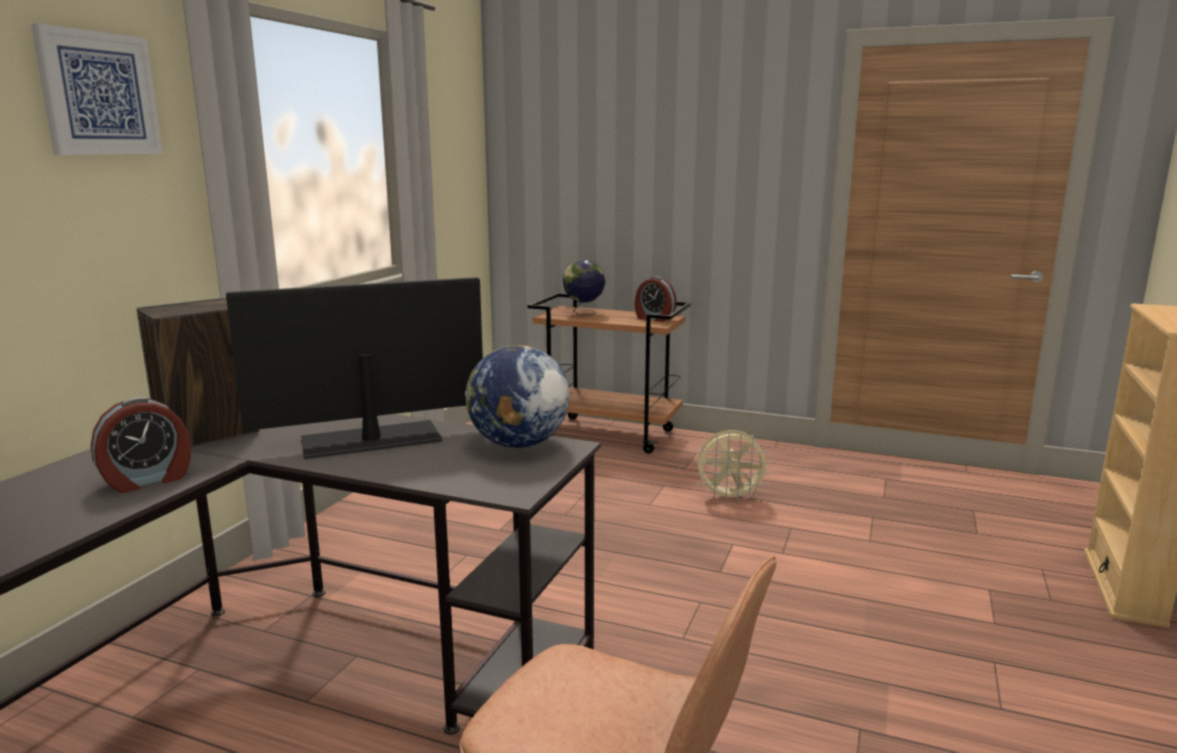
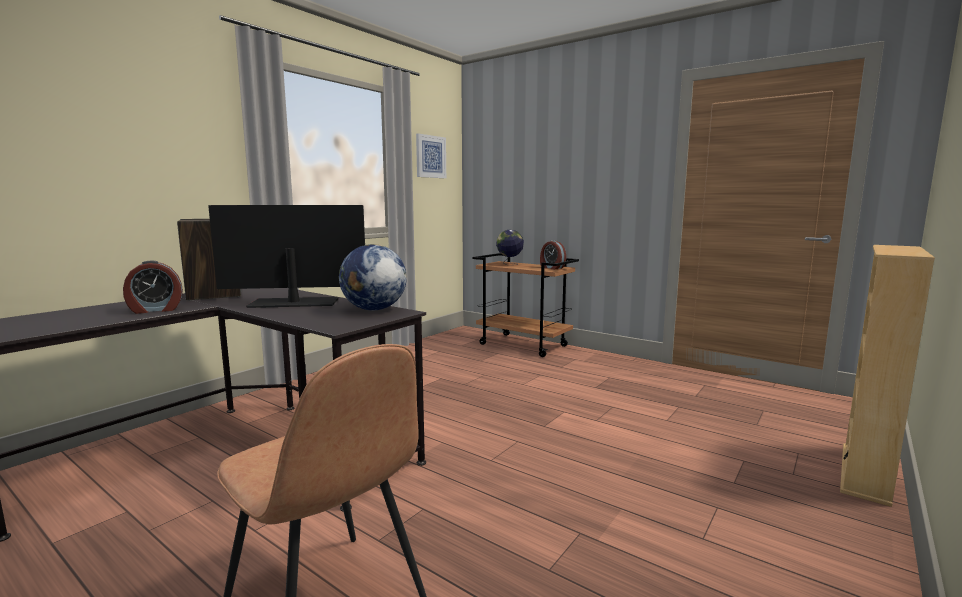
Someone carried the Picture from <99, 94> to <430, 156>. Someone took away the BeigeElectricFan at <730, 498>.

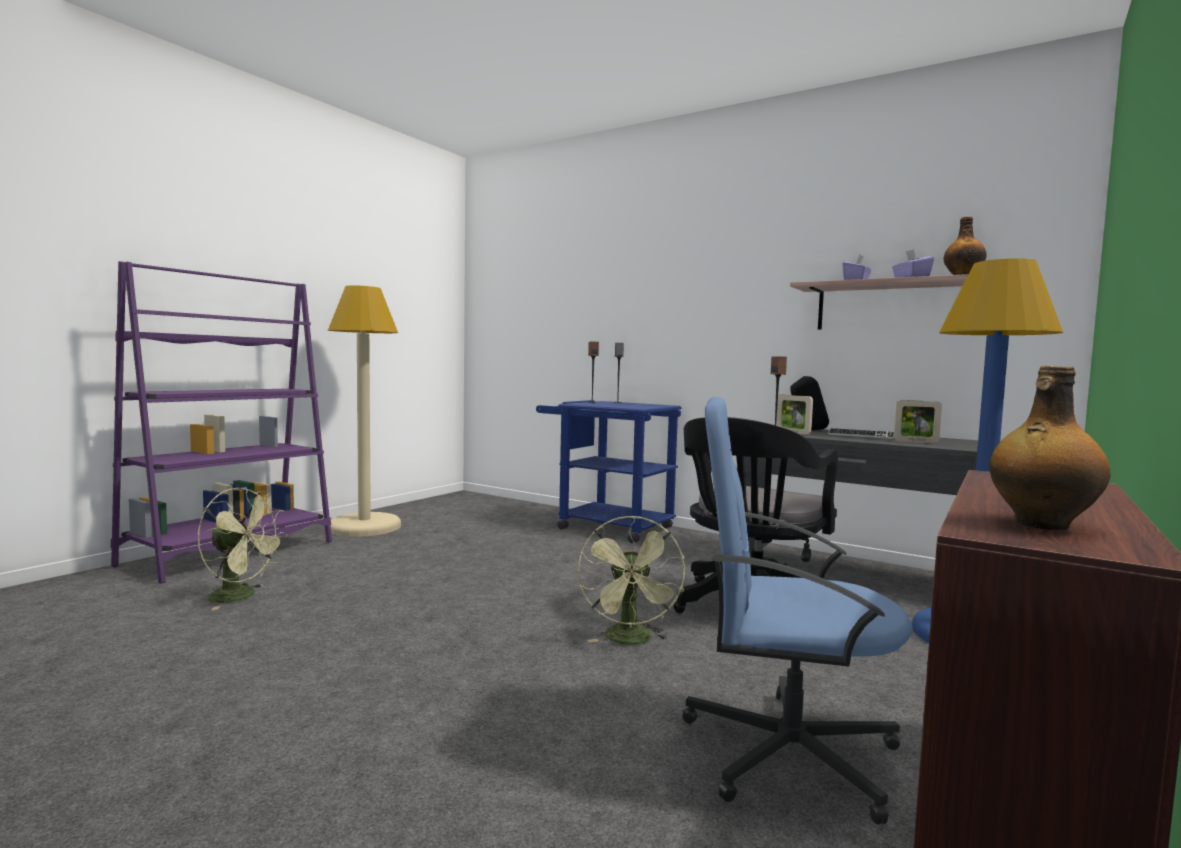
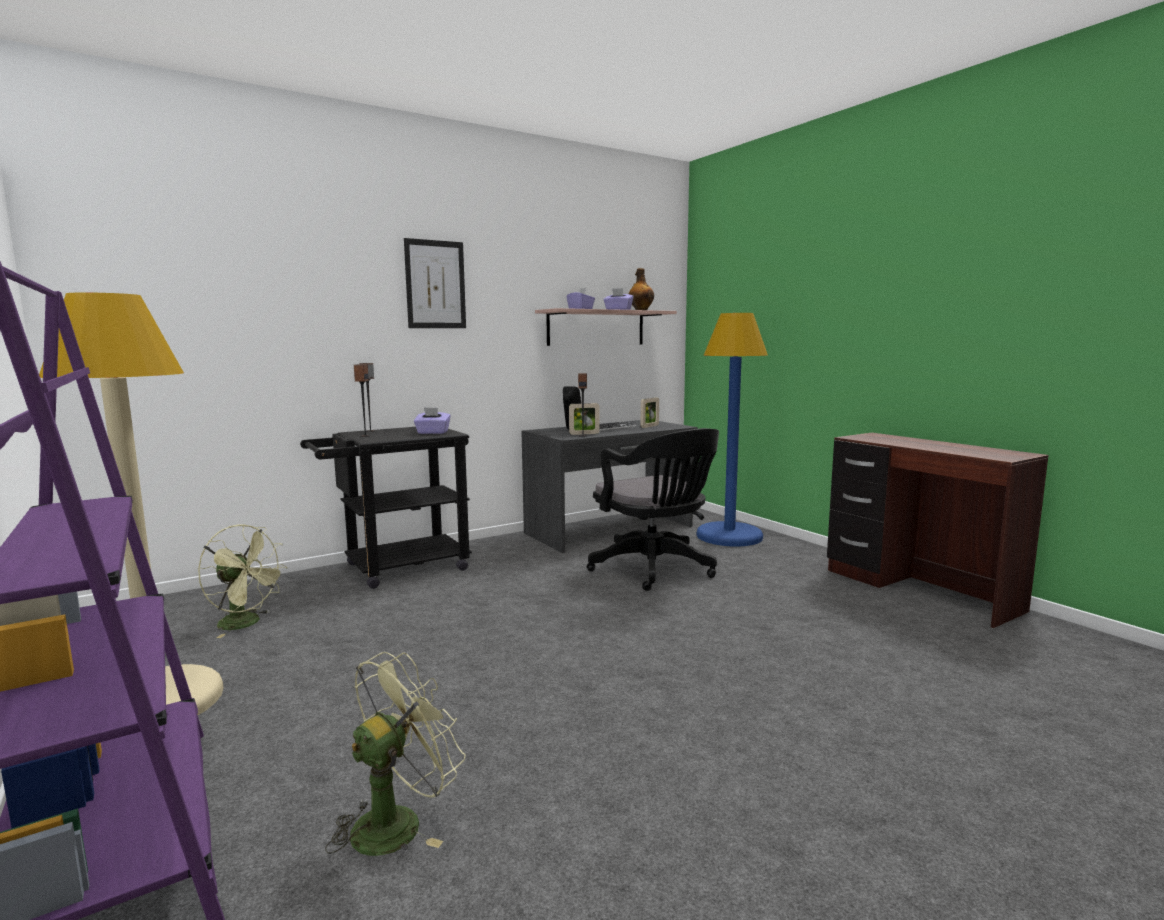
Someone carried the GreenElectricFan from <631, 641> to <247, 624>. Someone repainted the BluishCart at <606, 526>, which became the BlackColouredCart at <396, 569>. Someone put up the Picture at <435, 284>. Someone put down the PurplishTissueBox at <432, 432>. Someone took away the BluishComputerChair at <785, 751>. Someone took away the DrinkBottle at <1040, 524>.

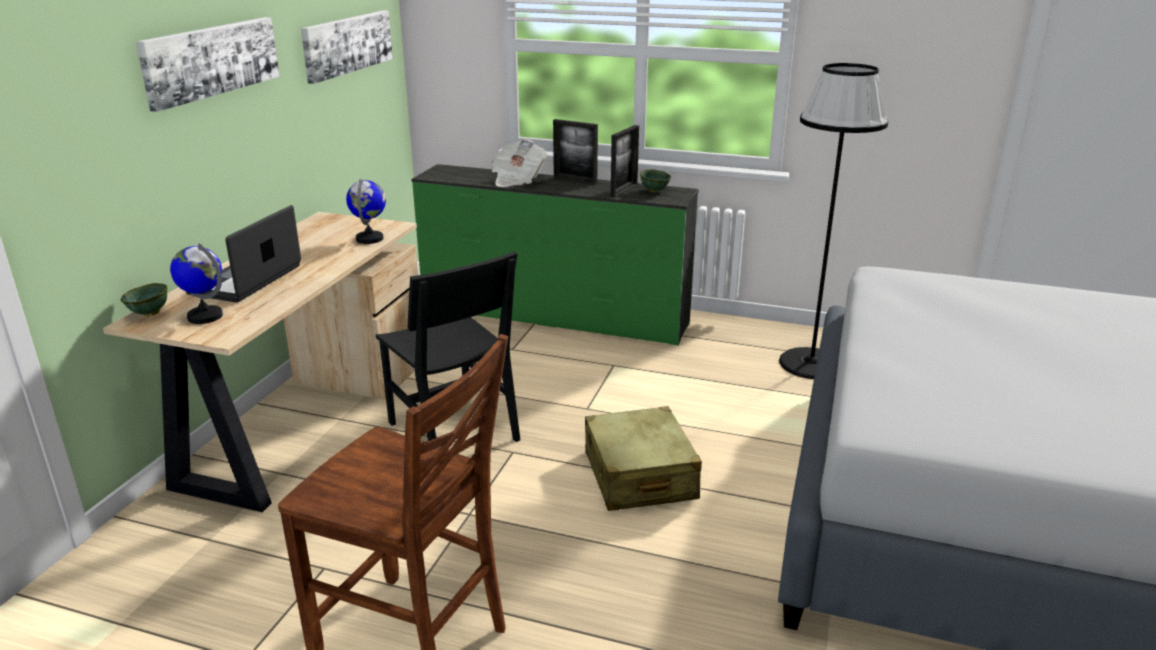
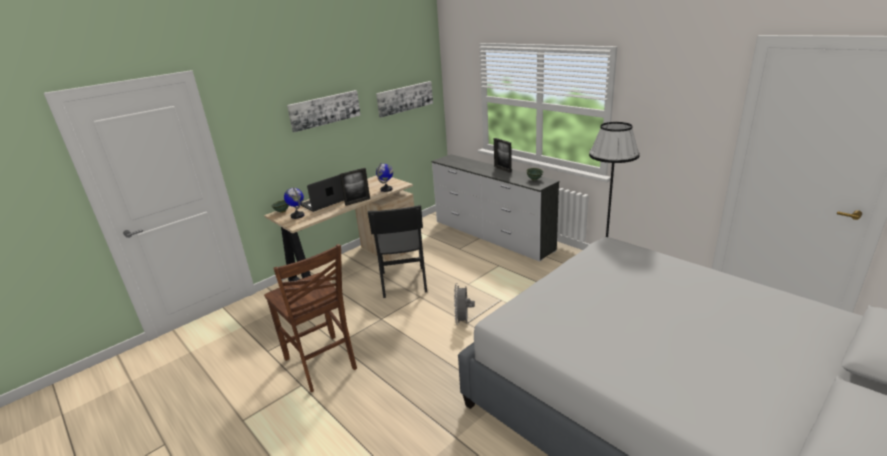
Someone carried the PhotoFrame from <624, 190> to <357, 202>. Someone repainted the GreenDrawerChest at <554, 316>, which became the WhitishDrawerChest at <492, 235>. Someone swapped the BeigeTravelCase at <639, 476> for the GreyishElectricFan at <463, 321>. Someone took away the Newspaper at <517, 179>.

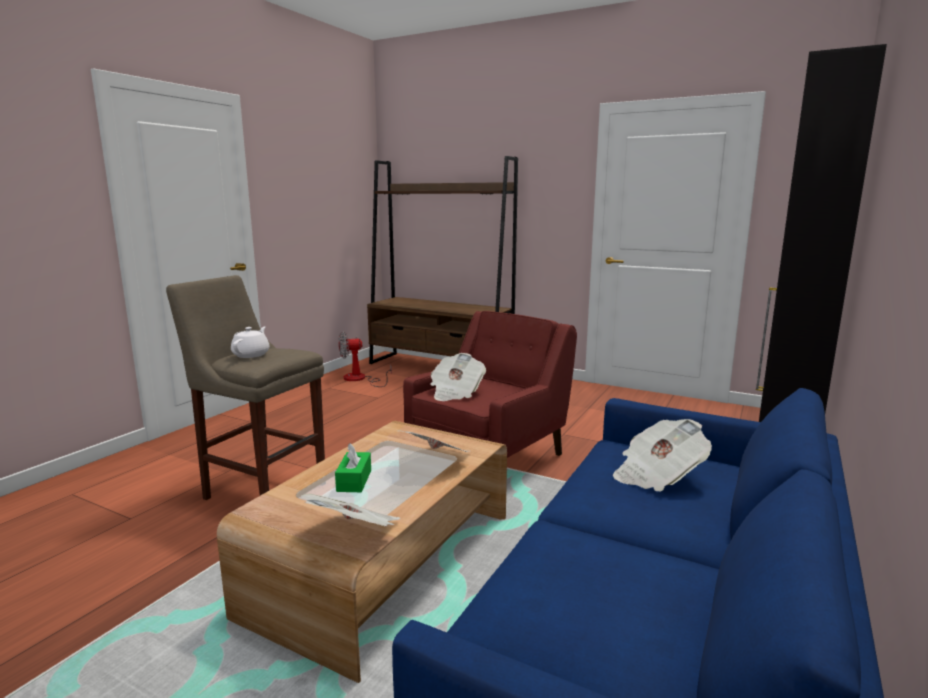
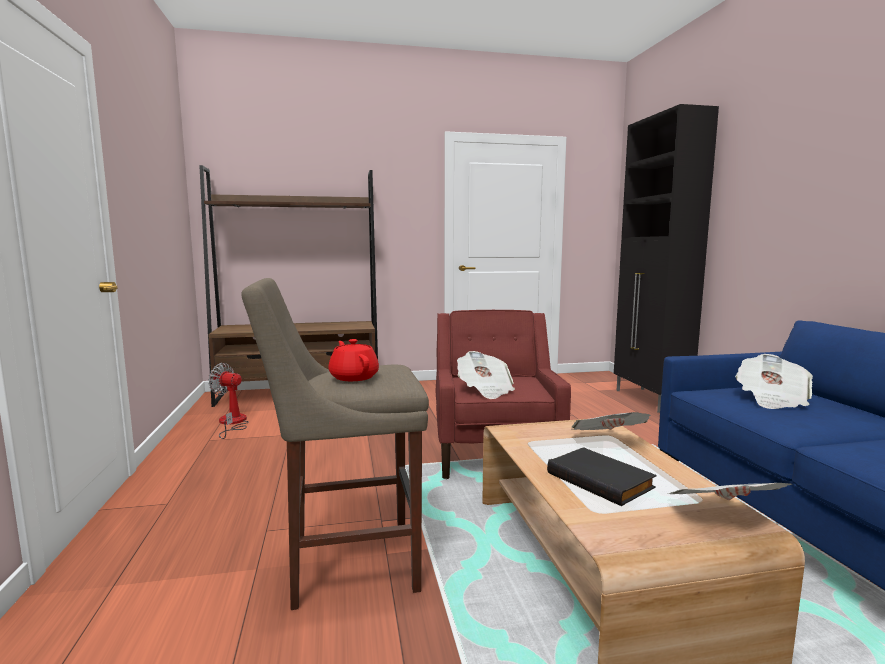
Someone rotated the ElectricFan at <360, 379> by 75 degrees clockwise. Someone repainted the WhitishPotForTea at <251, 354>, which became the RedColouredPotForTea at <354, 377>. Someone swapped the GreenTissueBox at <354, 480> for the BlackColouredBoundBook at <601, 480>.

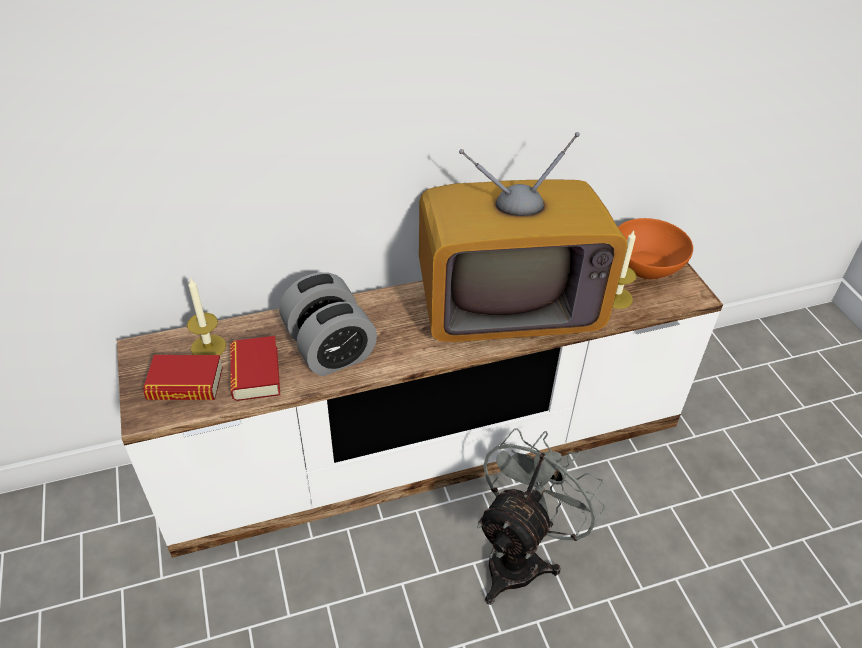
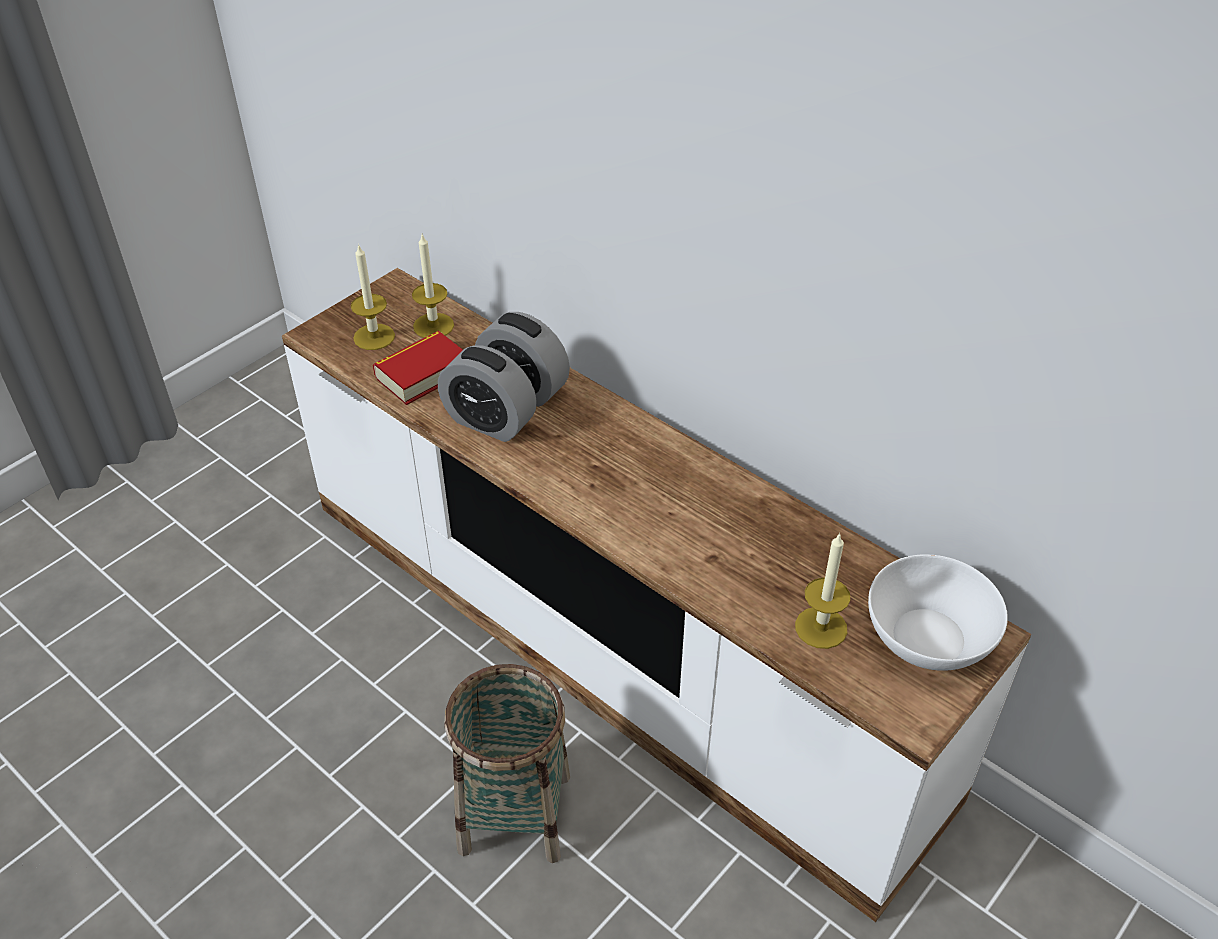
Someone swapped the BoundBook at <185, 384> for the Candle at <374, 337>. Someone swapped the GreyishElectricFan at <520, 556> for the Basket at <514, 812>. Someone repainted the OrangeServingBowl at <646, 265>, which became the WhitishServingBowl at <927, 638>. Someone took away the Television at <507, 304>.

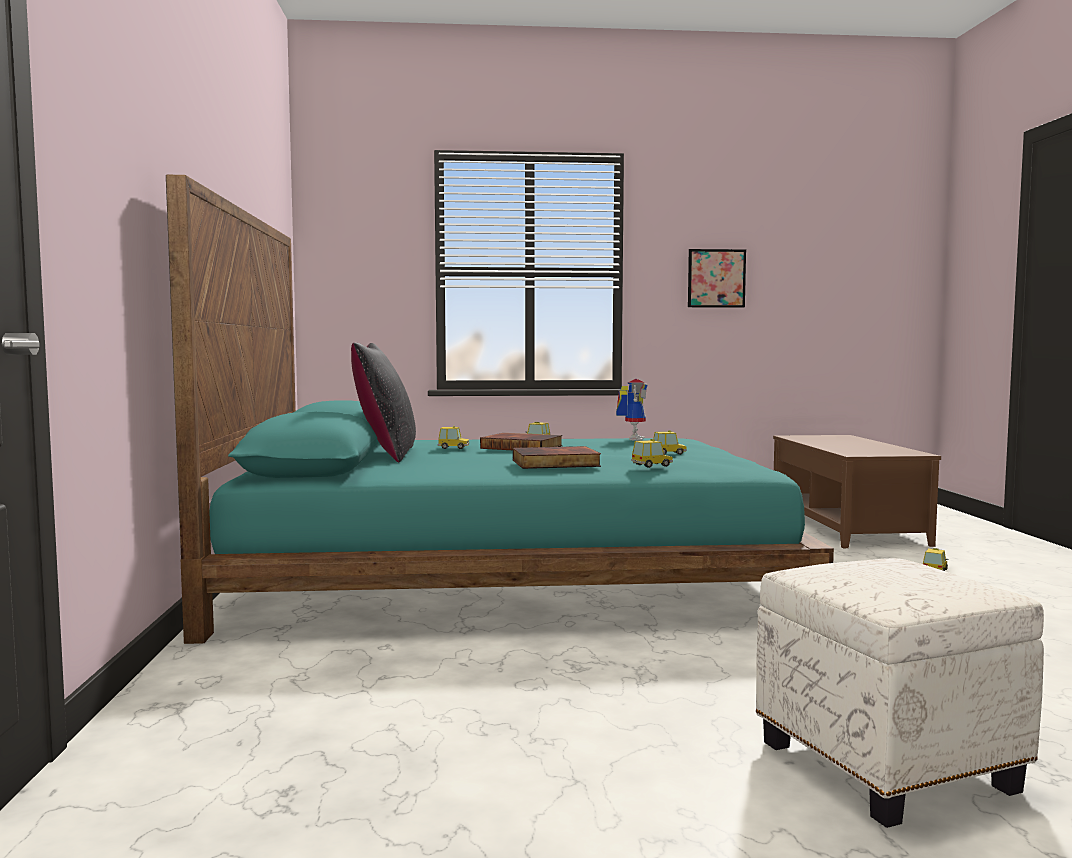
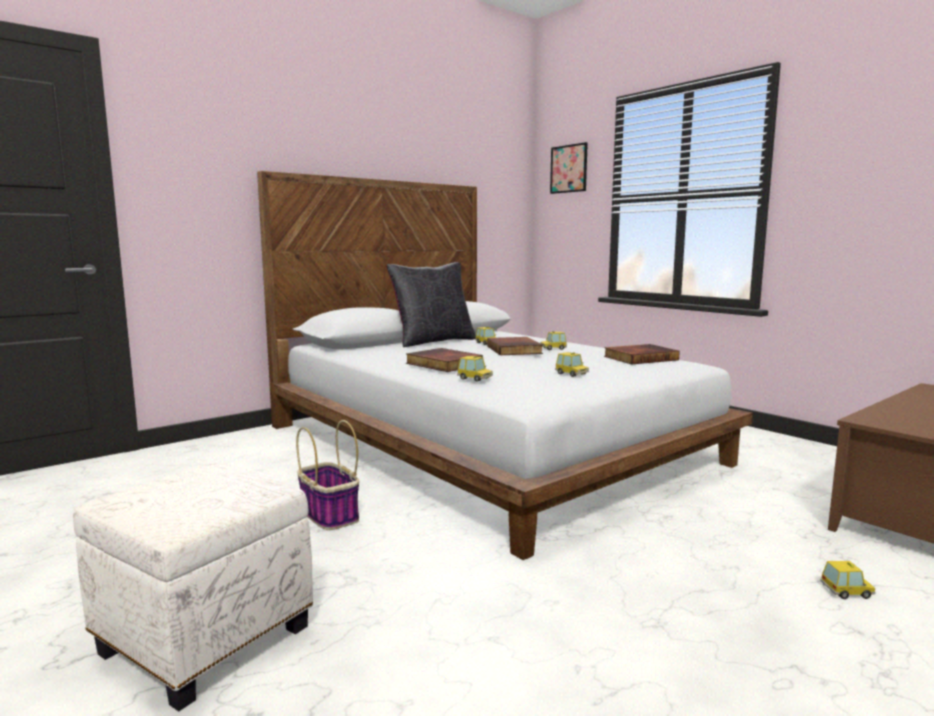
Someone repainted the TurquoiseBed at <506, 573>, which became the WhitishBed at <488, 444>. Someone put down the Basket at <328, 514>. Someone carried the Picture from <716, 278> to <568, 169>. Someone swapped the RobotFigure at <632, 439> for the BoundBook at <640, 358>.

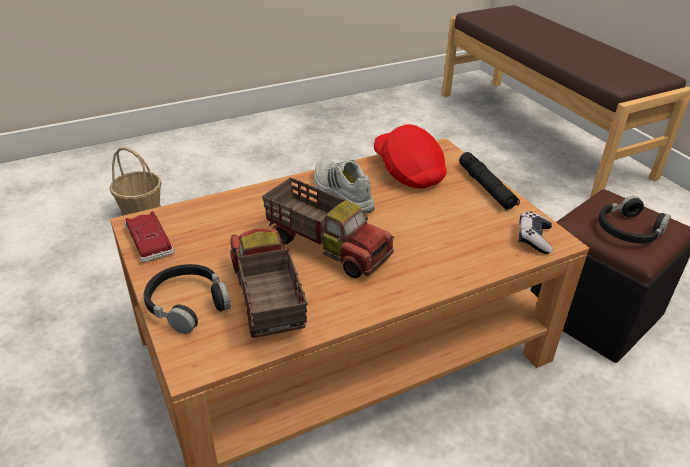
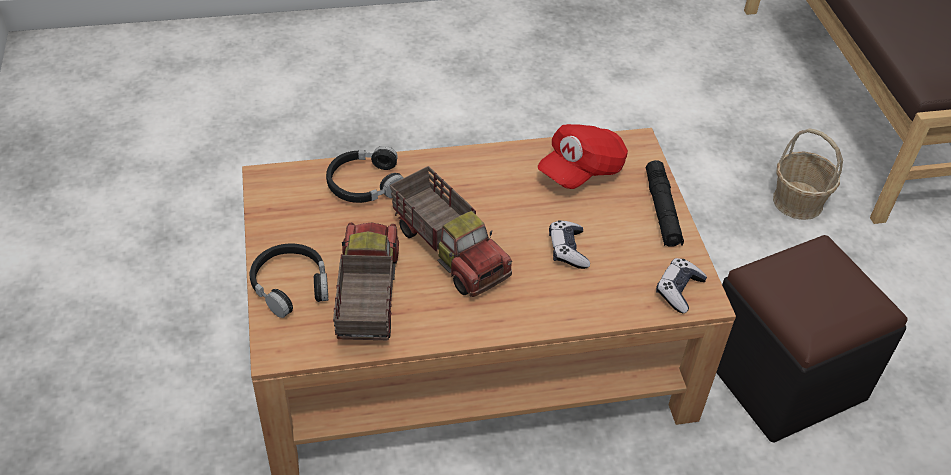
Someone carried the BlackColouredHeadphones from <629, 230> to <365, 184>. Someone rotated the RedColouredPeakedCap at <408, 172> by 120 degrees counterclockwise. Someone put down the GameController at <567, 250>. Someone carried the Basket from <141, 210> to <797, 201>. Someone took away the RedColouredMiniatureCar at <149, 240>. Someone took away the WhitishShoe at <341, 193>.

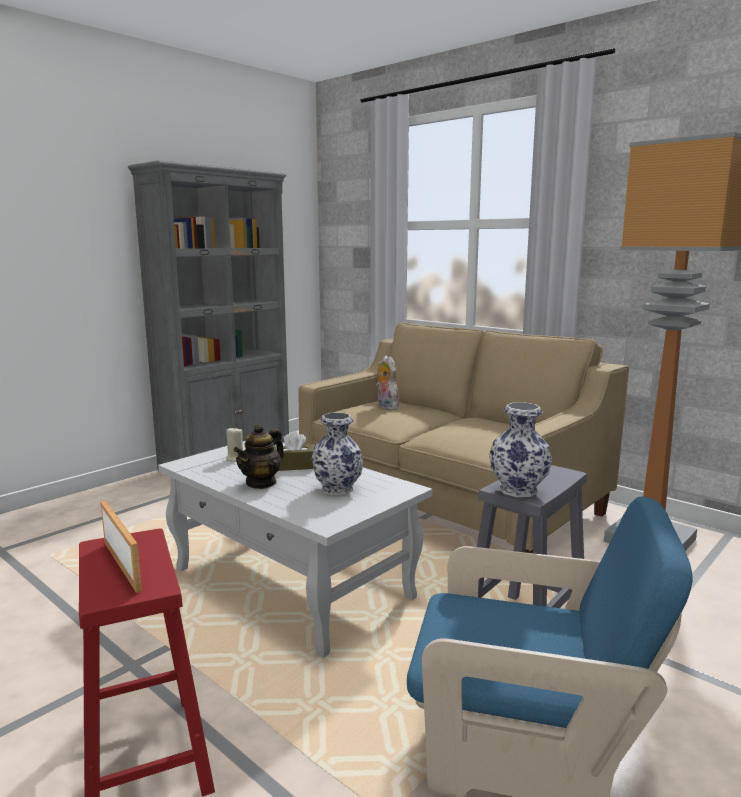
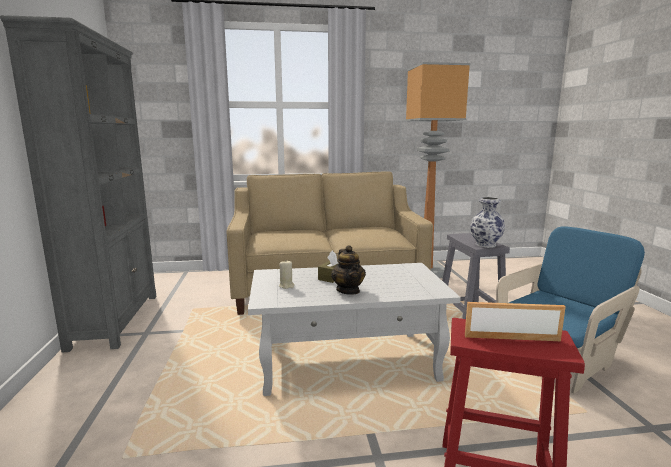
Someone took away the DecorativeVase at <337, 489>. Someone took away the PlushToy at <386, 407>.

